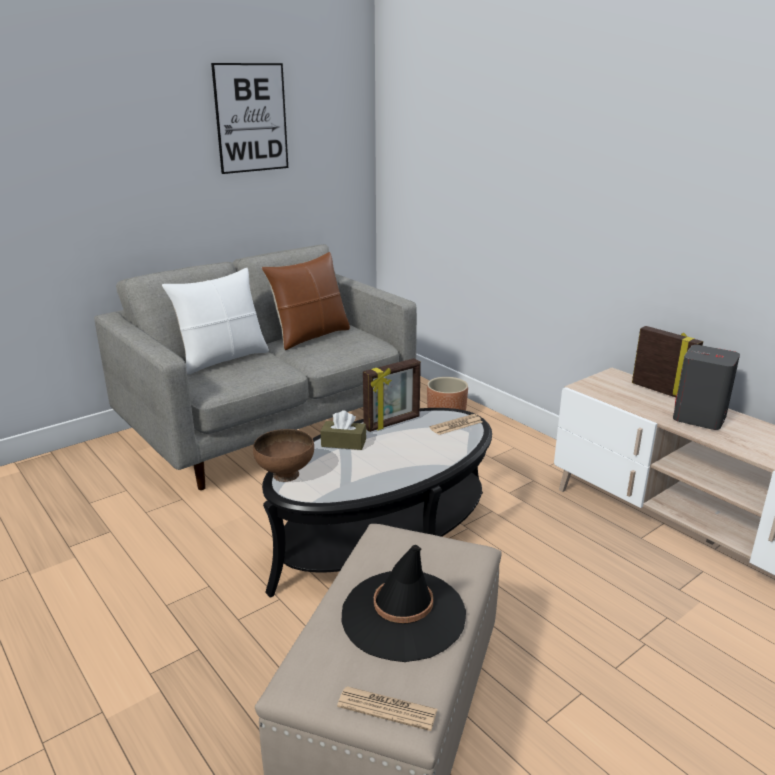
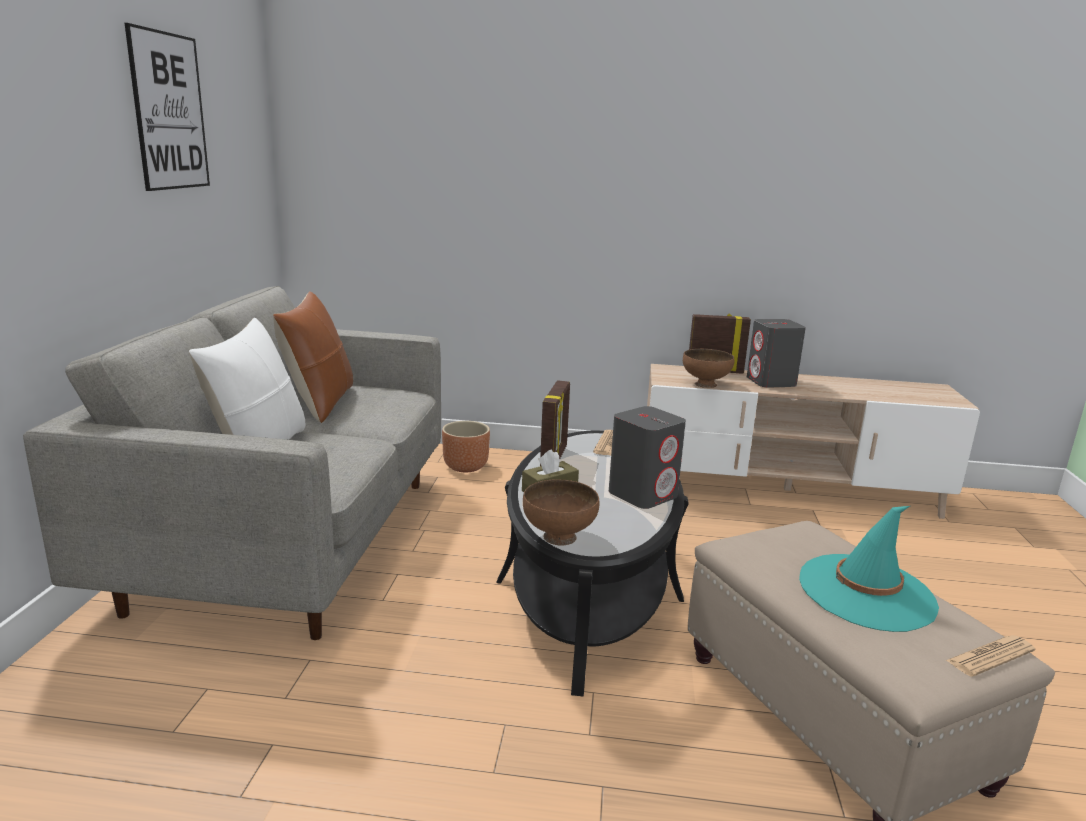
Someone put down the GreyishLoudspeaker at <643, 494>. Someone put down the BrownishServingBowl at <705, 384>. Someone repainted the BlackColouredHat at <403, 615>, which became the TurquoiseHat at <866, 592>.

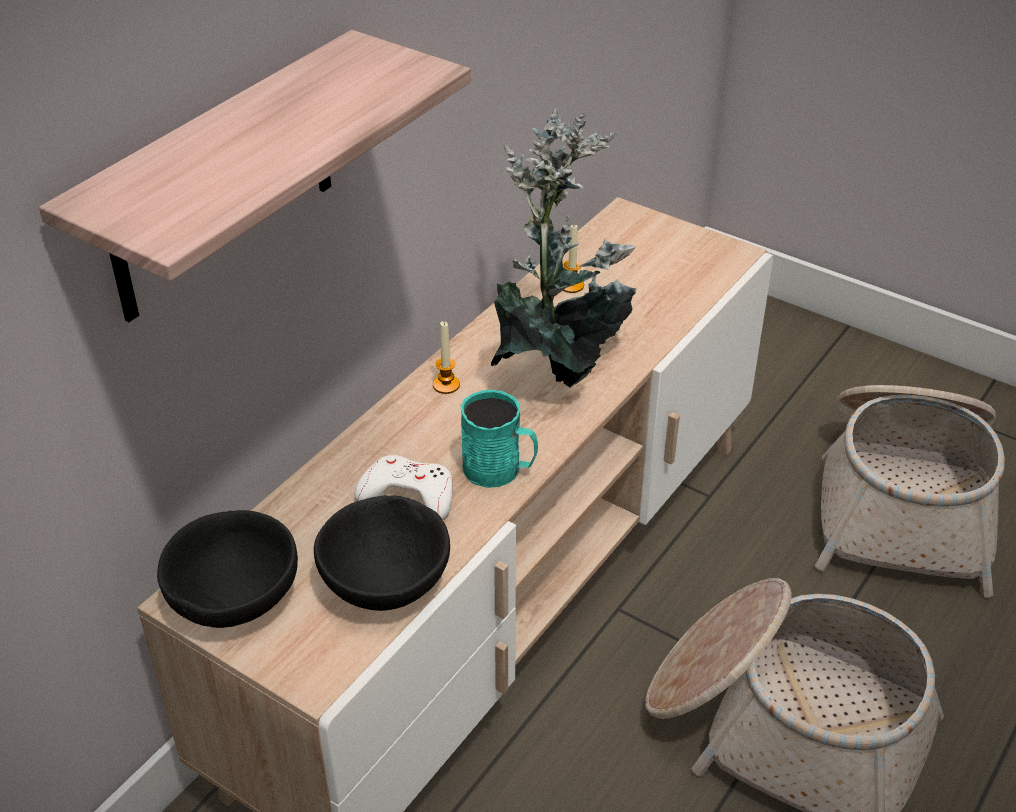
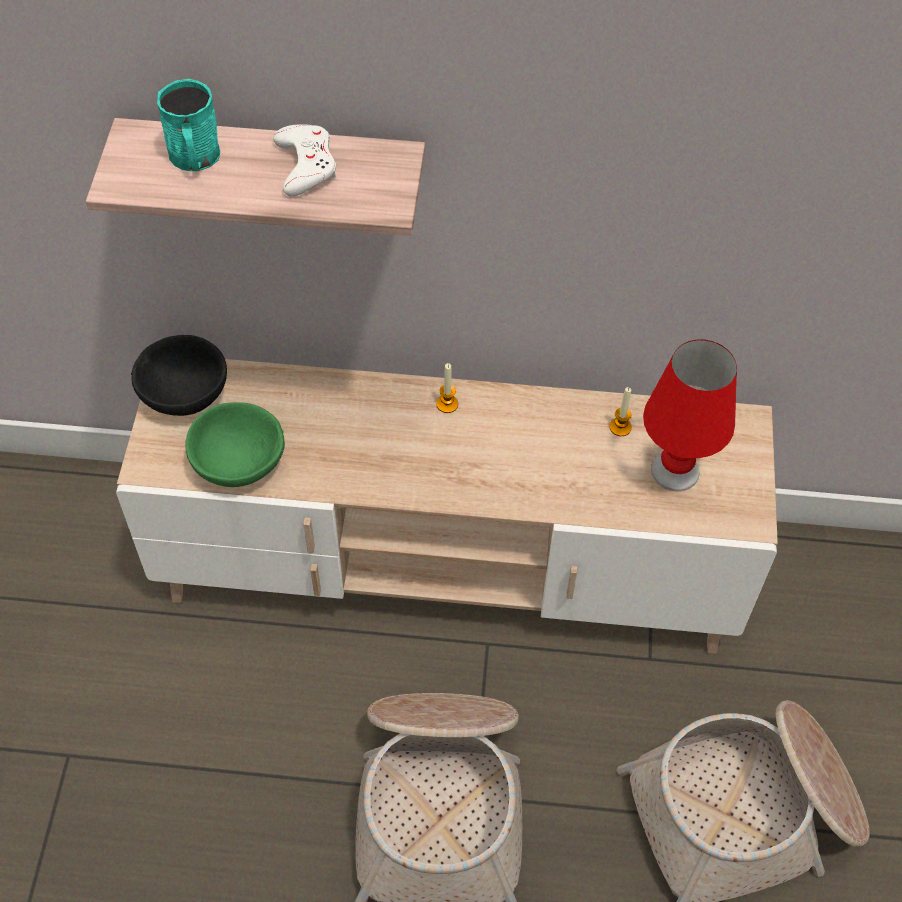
Someone carried the TurquoiseCoffeeMug from <499, 469> to <195, 158>. Someone repainted the BlackColouredServingBowl at <386, 583>, which became the GreenServingBowl at <238, 464>. Someone carried the WhitishGameController from <408, 494> to <306, 165>. Someone put down the RedColouredTableLamp at <675, 470>. Someone took away the PottedPlant at <558, 366>.

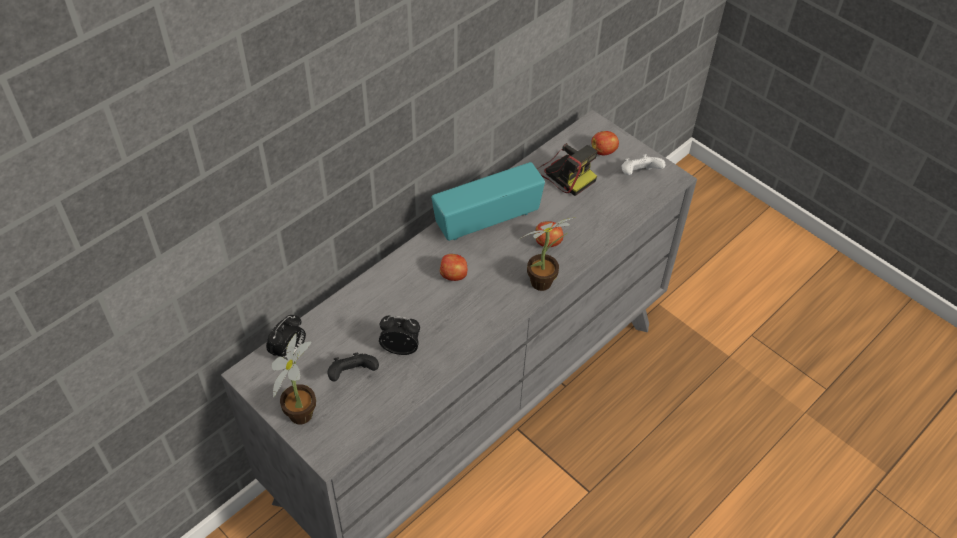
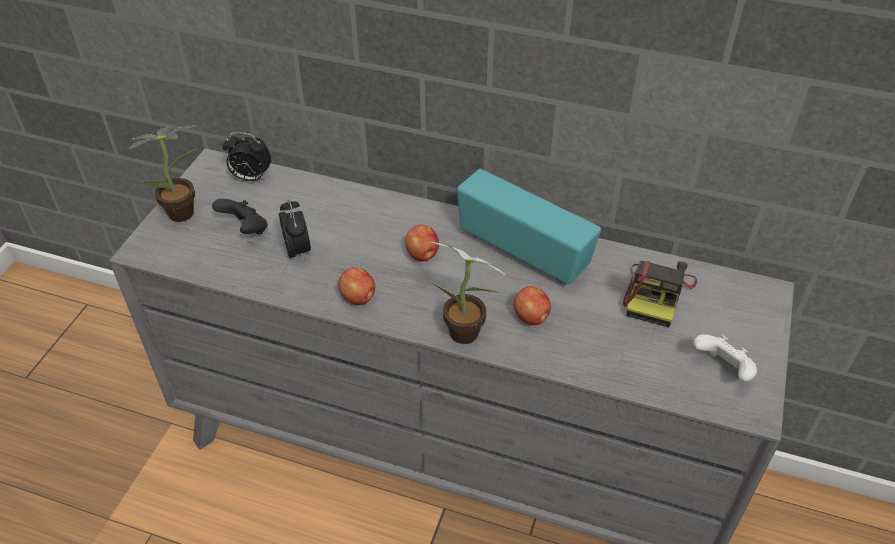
Someone carried the AppleFruit from <604, 151> to <358, 298>.

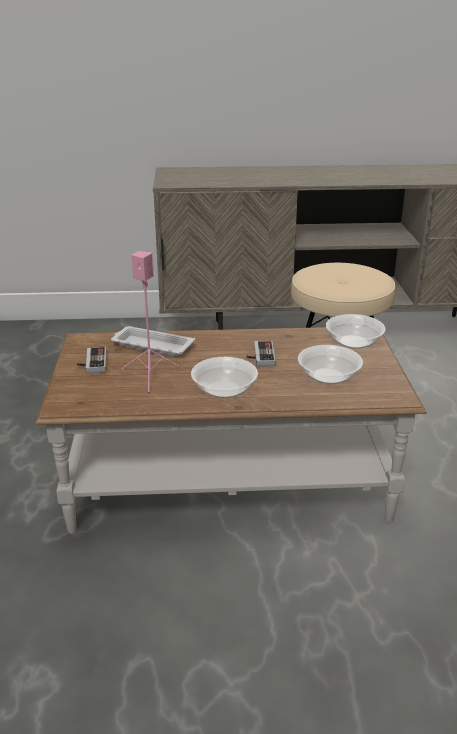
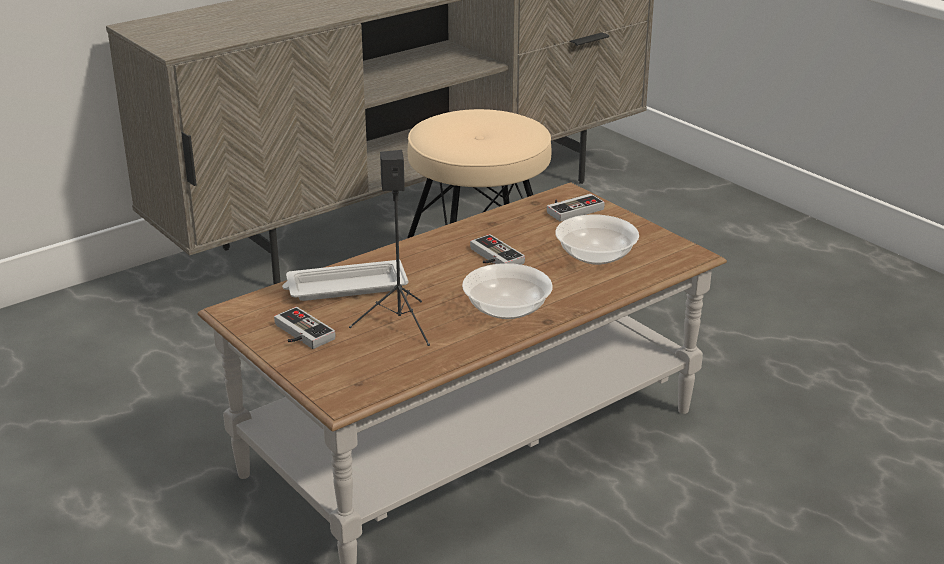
Someone repainted the PinkLoudspeaker at <151, 376>, which became the BlackColouredLoudspeaker at <399, 323>. Someone swapped the ServingBowl at <354, 342> for the GameController at <572, 209>.

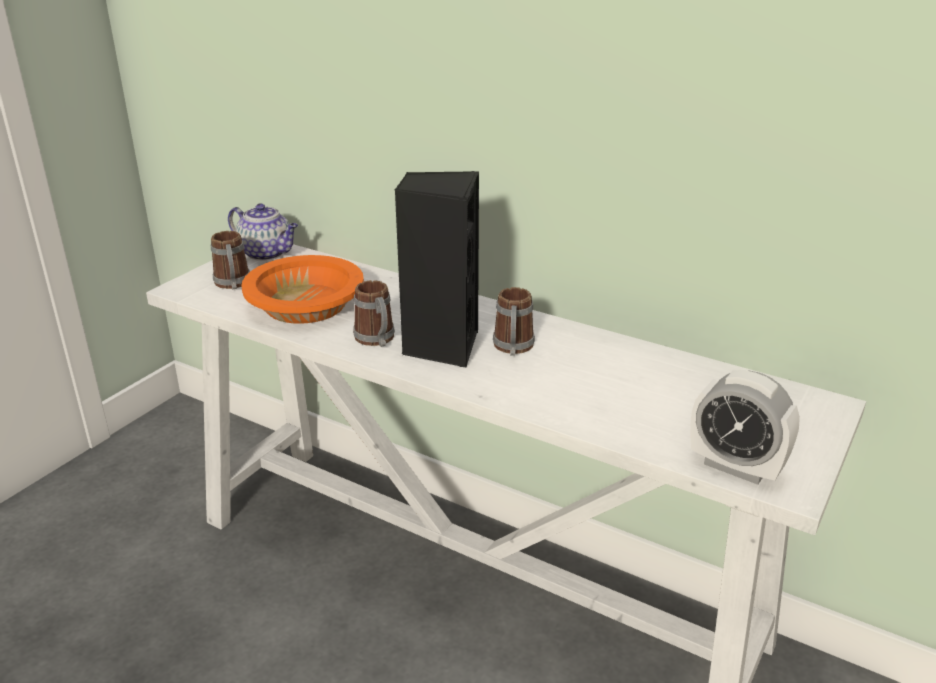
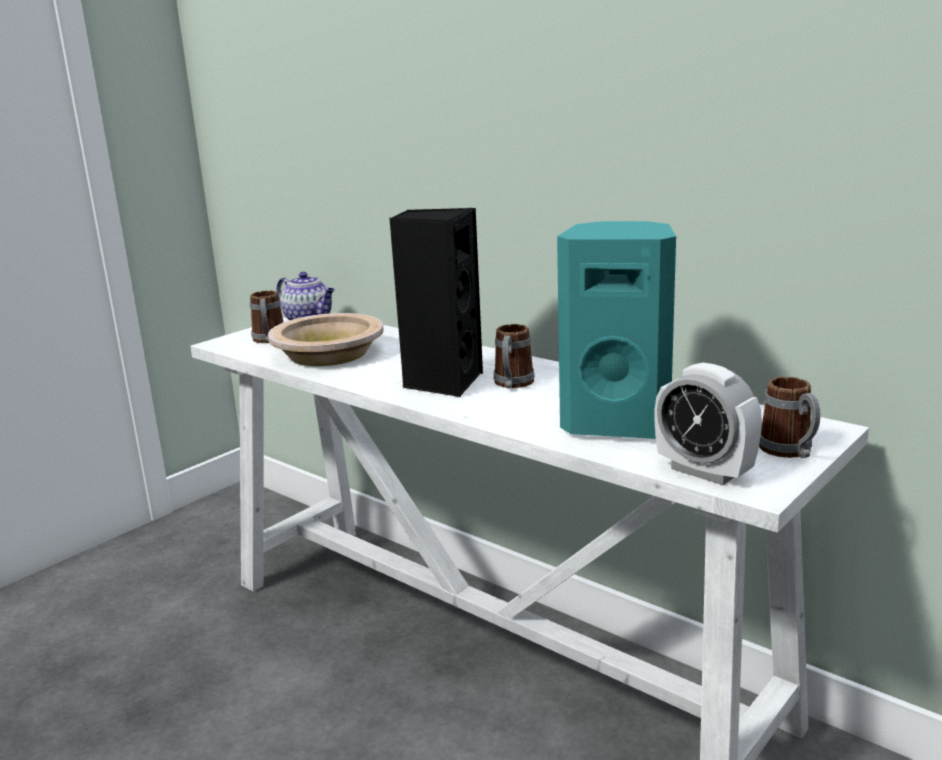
Someone repainted the OrangeServingBowl at <305, 304>, which became the BeigeServingBowl at <328, 354>. Someone put down the TurquoiseLoudspeaker at <617, 423>. Someone carried the CoffeeMug from <377, 340> to <790, 452>.

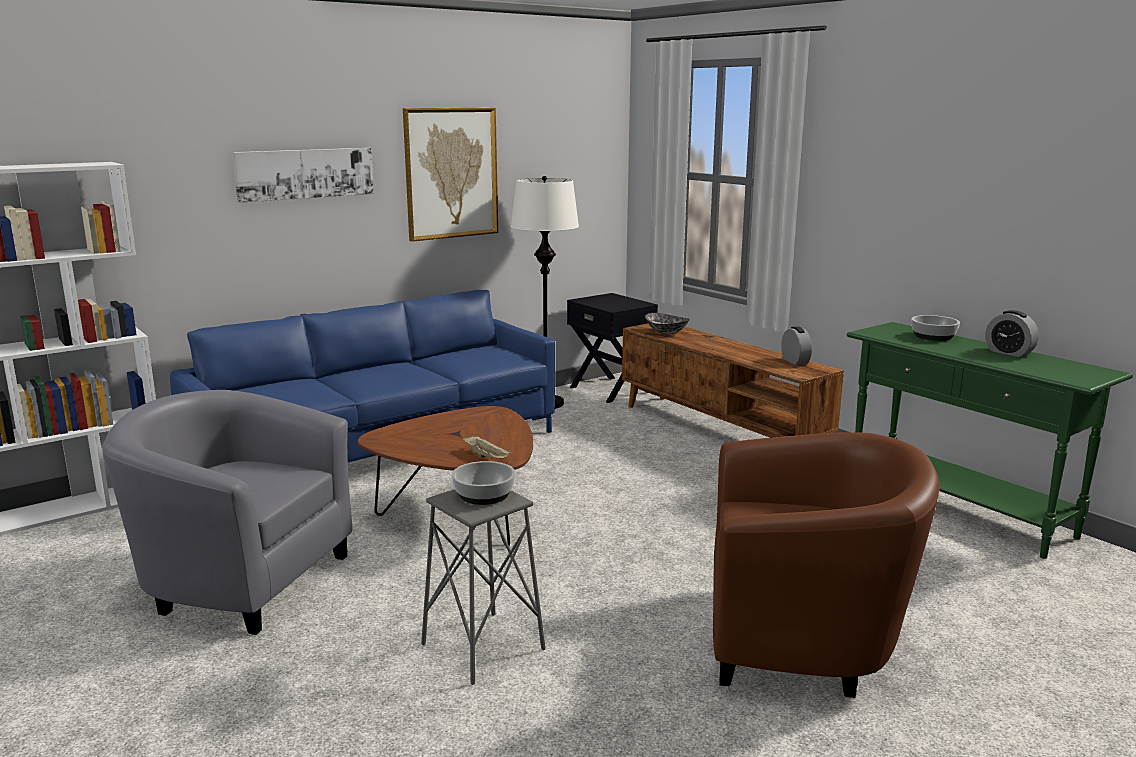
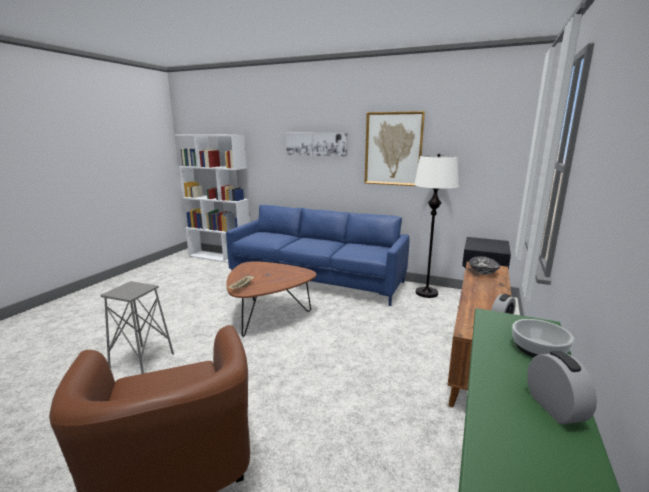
Someone rotated the AlarmClock at <1009, 352> by 150 degrees clockwise. Someone took away the GreyishEasyChair at <240, 580>. Someone took away the ServingBowl at <484, 494>.

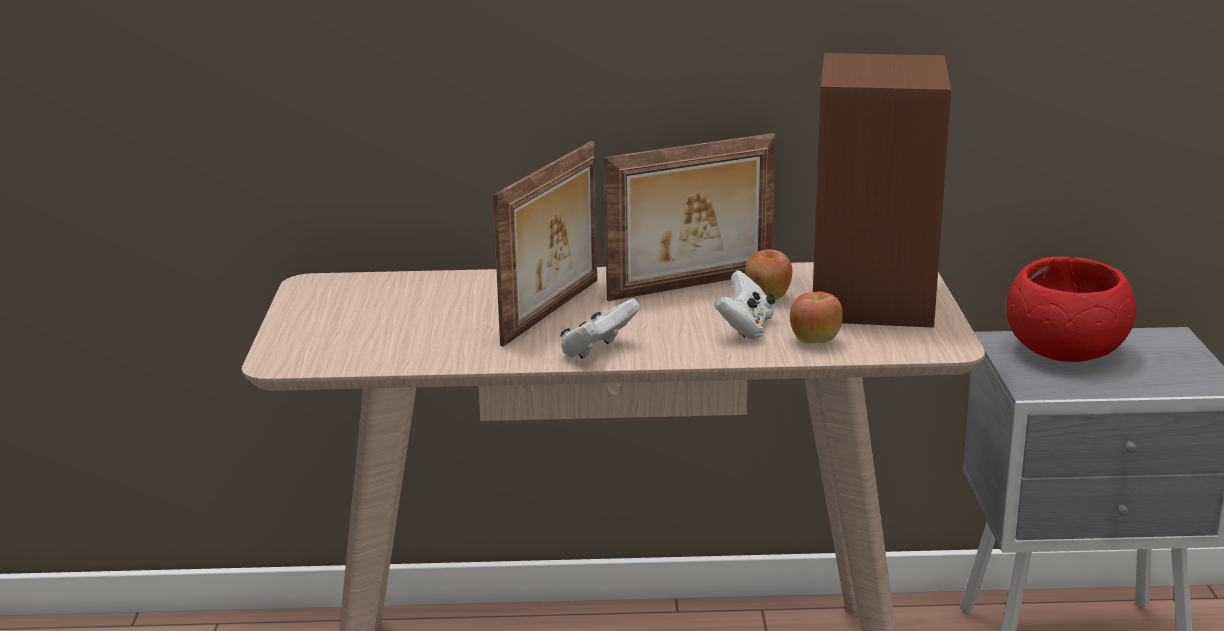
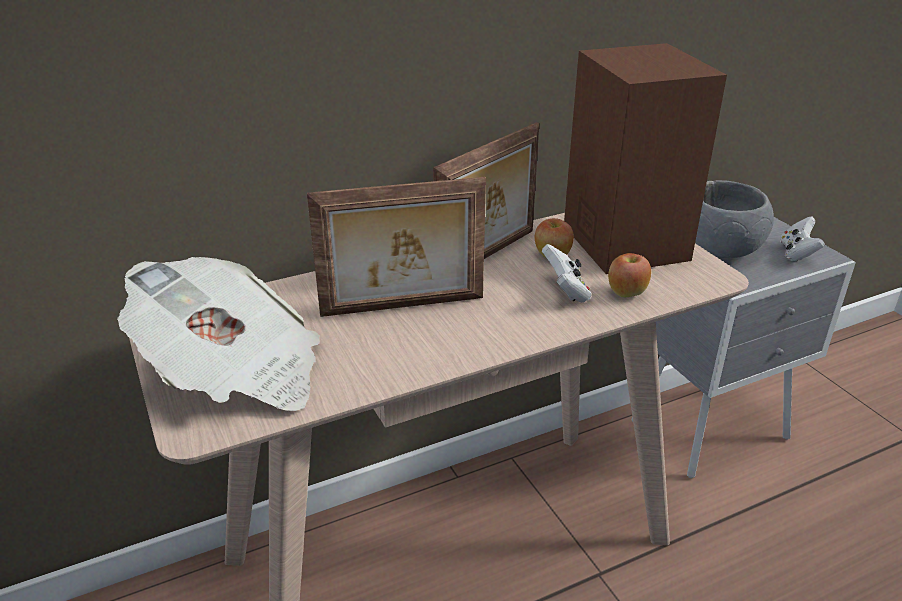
Someone put down the Newspaper at <235, 373>. Someone rotated the PhotoFrame at <554, 312> by 75 degrees clockwise. Someone repainted the RedColouredServingBowl at <1066, 351>, which became the GreyishServingBowl at <720, 248>. Someone carried the WhitishGameController from <598, 351> to <797, 253>.

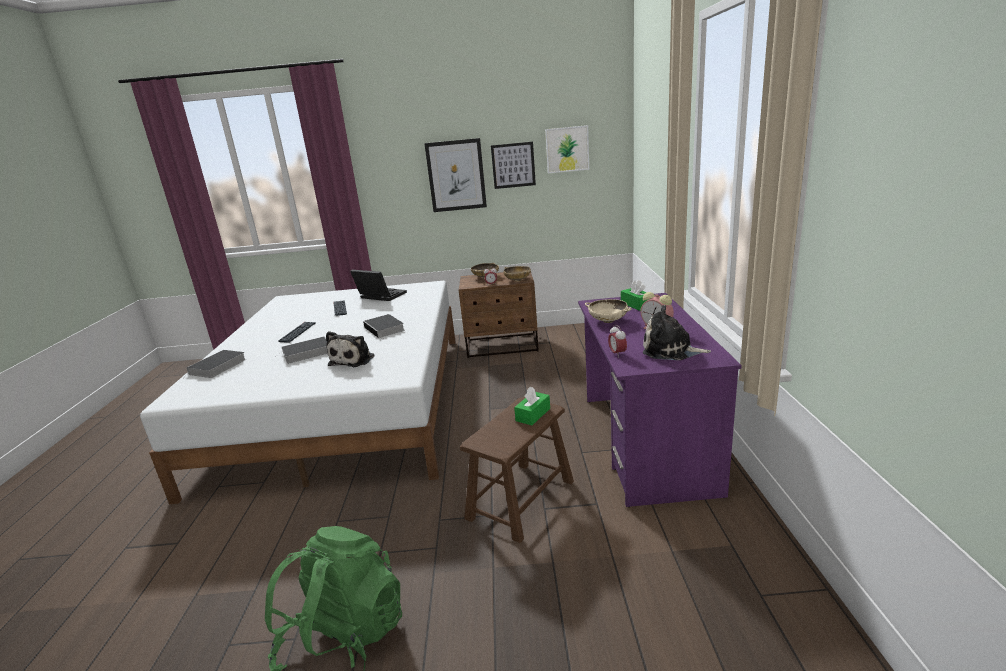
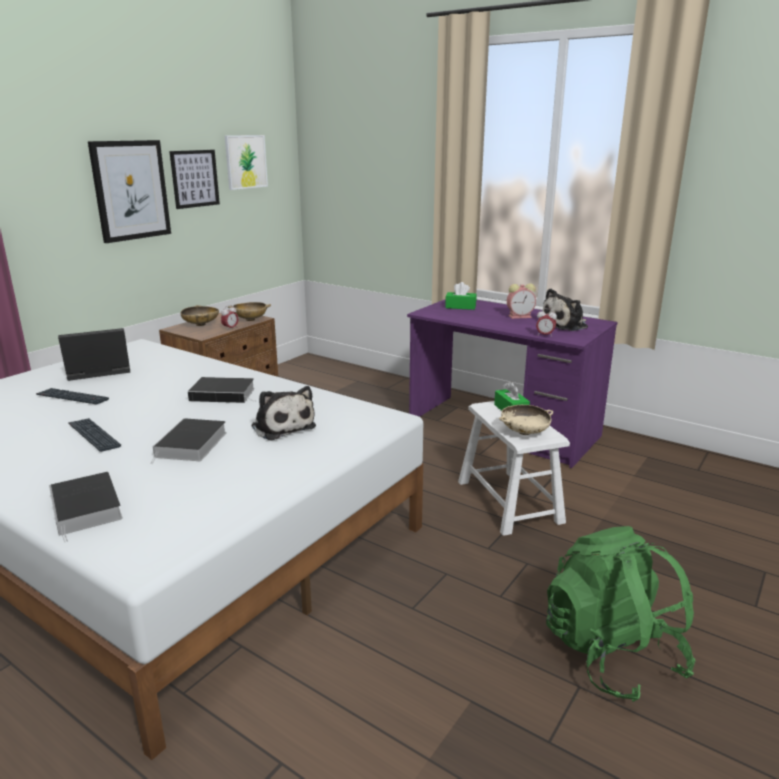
Someone repainted the BrownishStool at <520, 499>, which became the WhitishStool at <509, 501>. Someone carried the BeigeServingBowl from <608, 321> to <524, 432>.

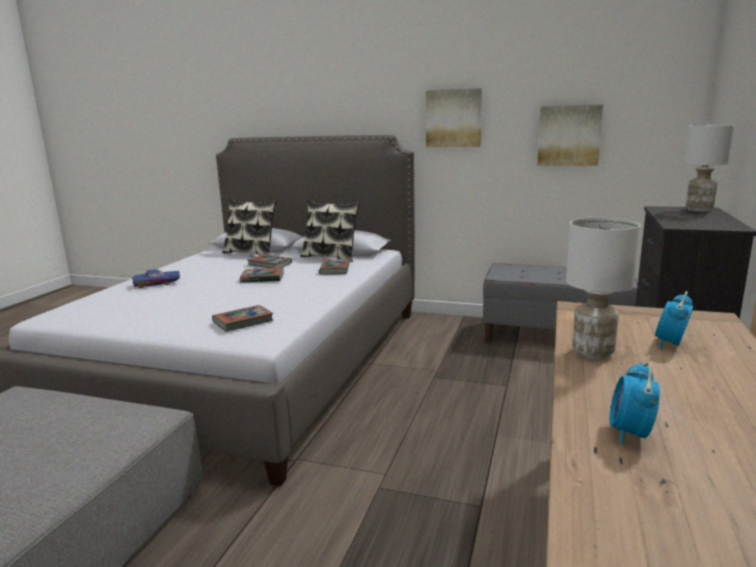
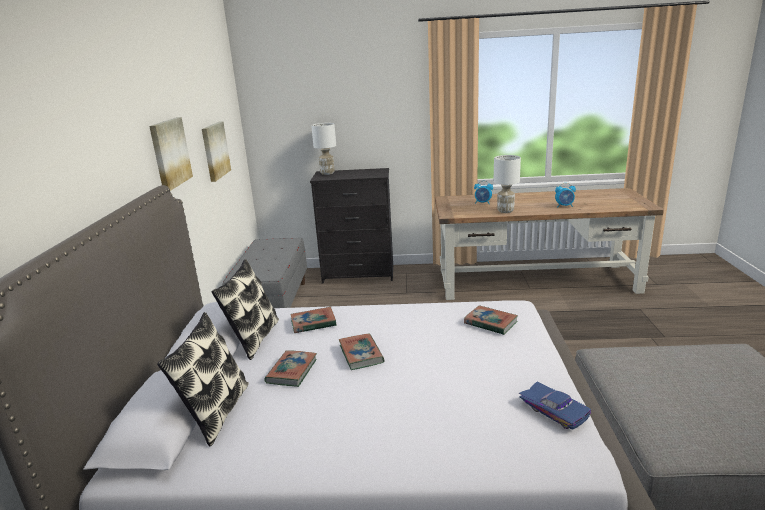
Someone carried the BluishMiniatureCar from <157, 283> to <555, 410>.

